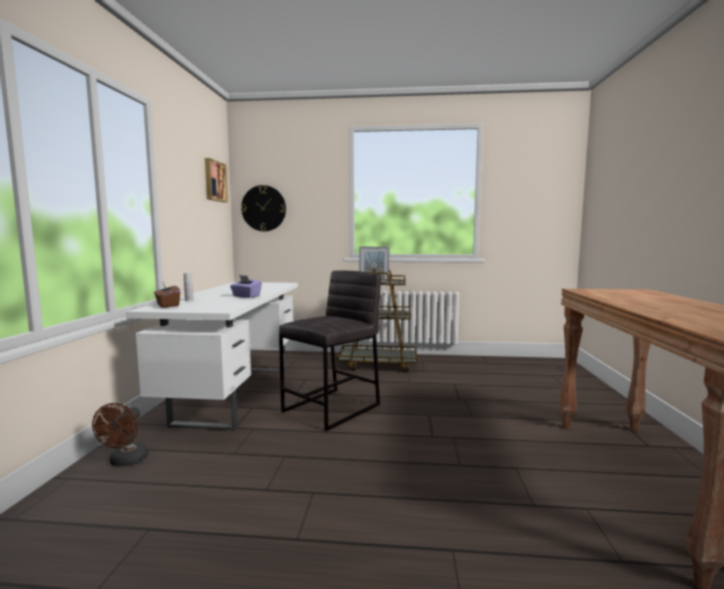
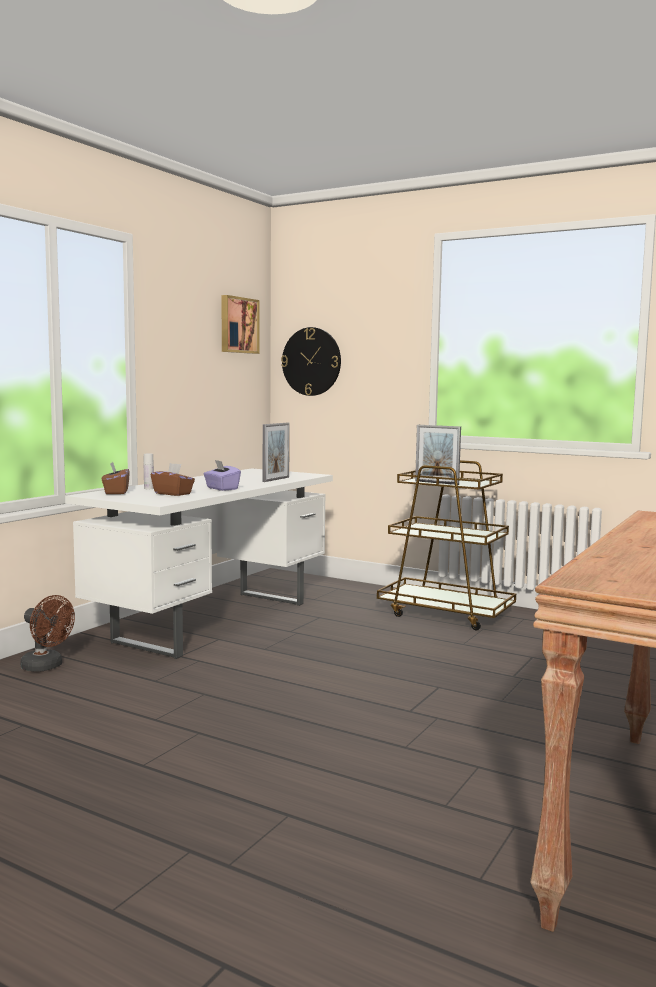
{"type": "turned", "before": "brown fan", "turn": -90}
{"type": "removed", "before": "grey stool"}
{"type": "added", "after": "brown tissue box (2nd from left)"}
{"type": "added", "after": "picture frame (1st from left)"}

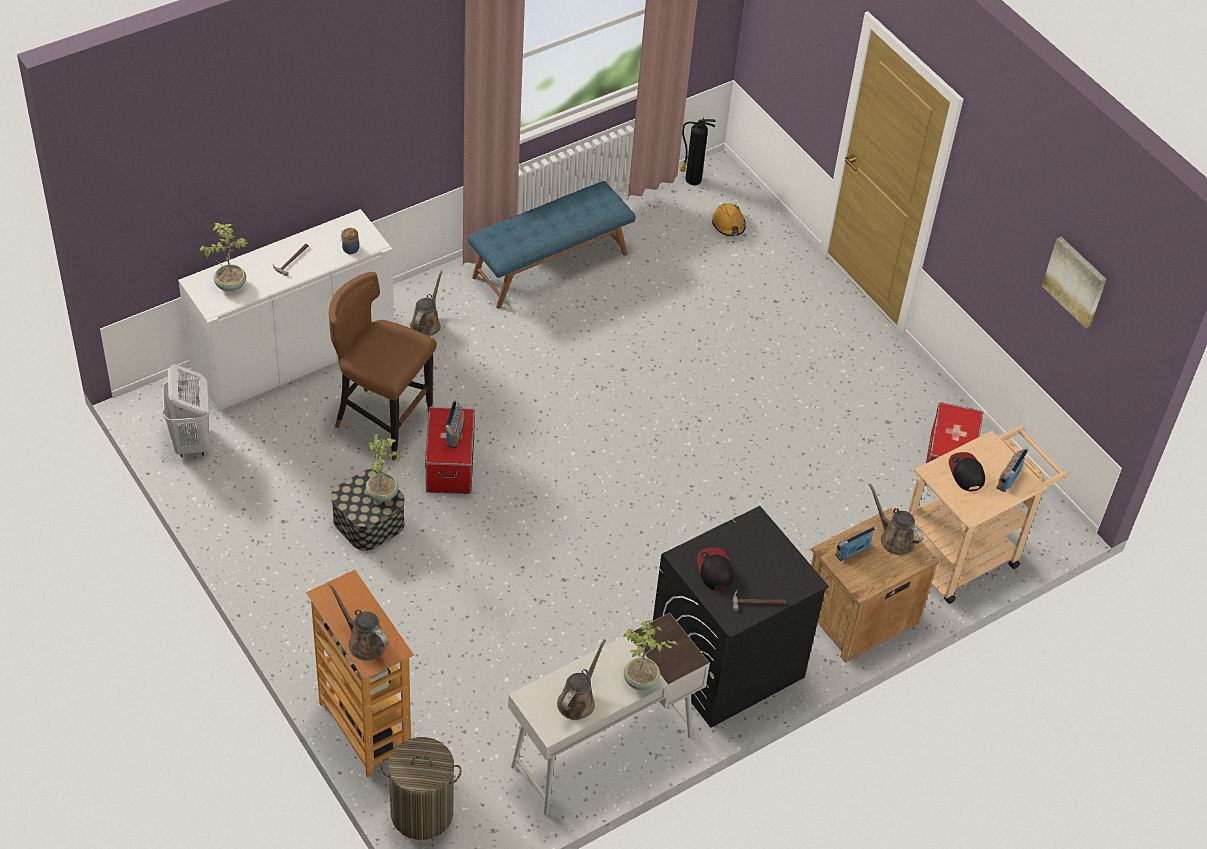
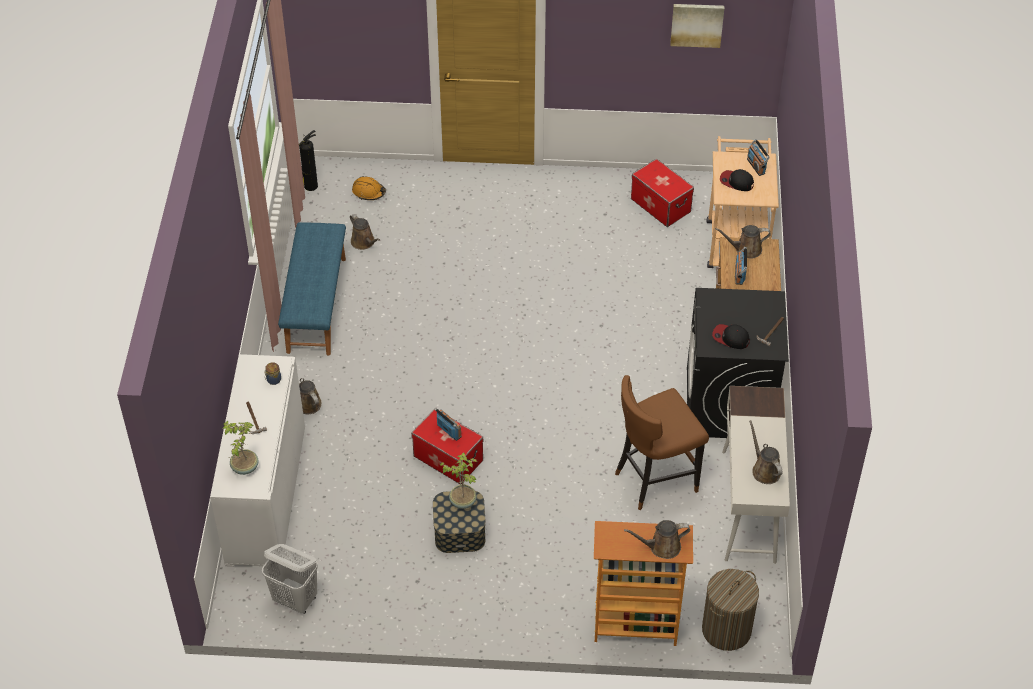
{"type": "moved", "before": "brown stool"}
{"type": "removed", "before": "potted plant (3rd from left)"}
{"type": "added", "after": "brown watering can (2nd from left)"}

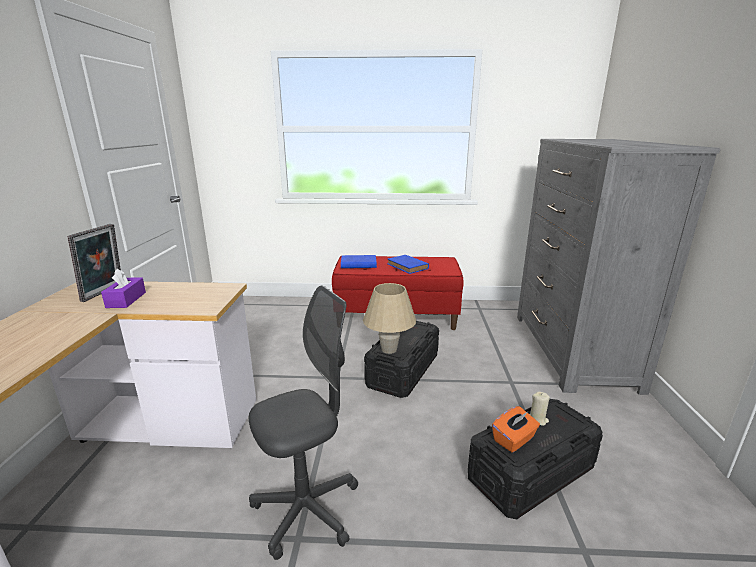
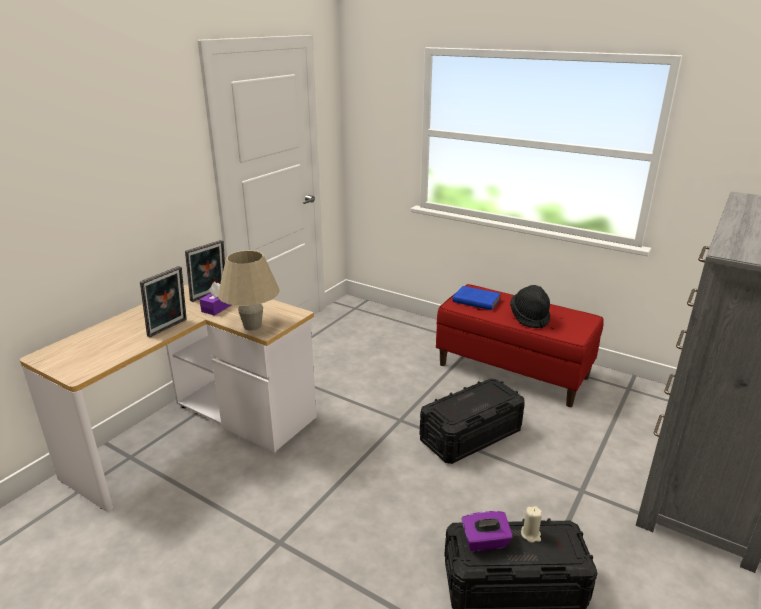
{"type": "removed", "before": "grey office chair"}
{"type": "moved", "before": "beige table lamp"}
{"type": "replaced", "before": "blue book (2nd from left)", "after": "black hat"}
{"type": "recoloured", "before": "orange tissue box", "after": "purple tissue box (2nd from left)"}
{"type": "added", "after": "picture frame (1st from left)"}

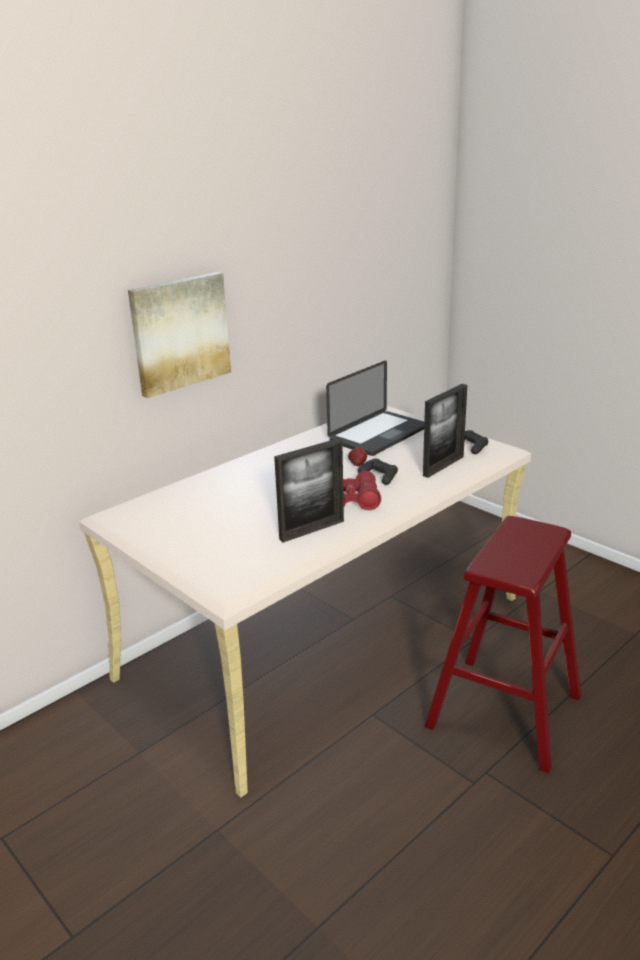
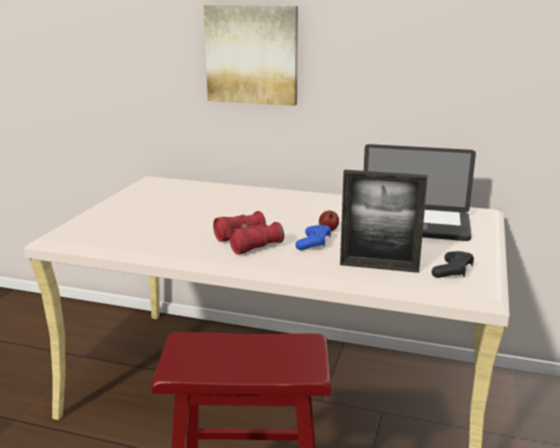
{"type": "removed", "before": "picture frame (1st from left)"}
{"type": "recoloured", "before": "black game controller (1st from left)", "after": "blue game controller"}

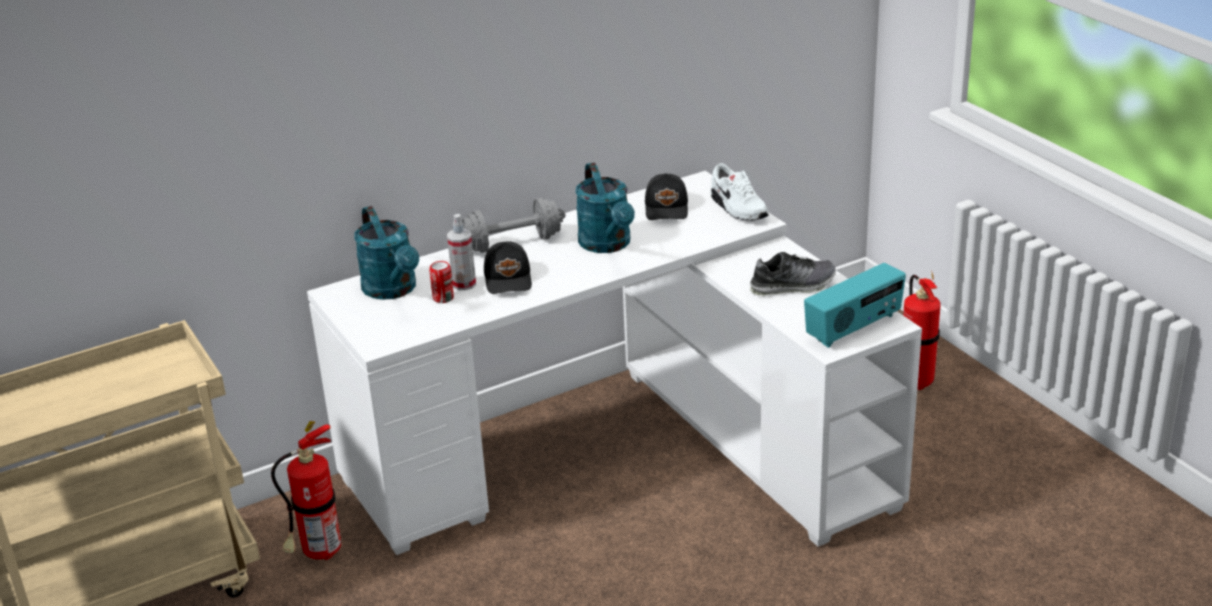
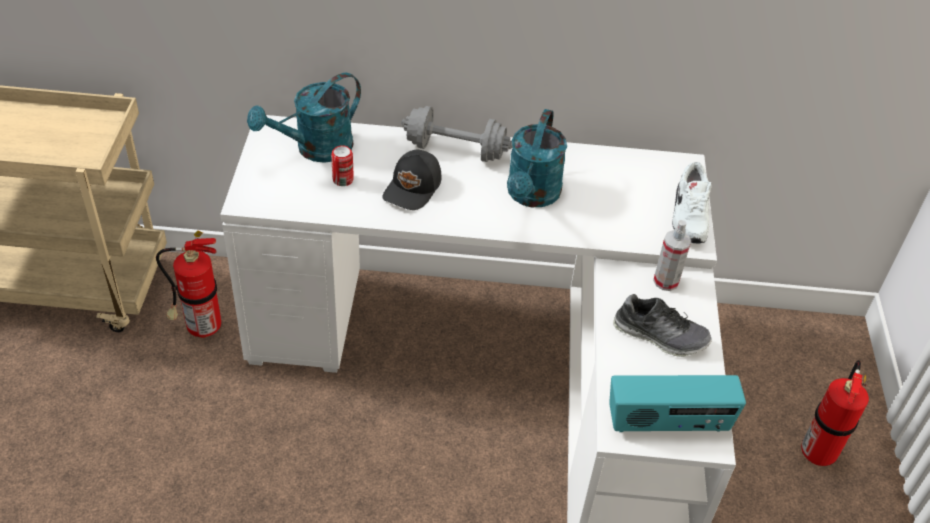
{"type": "turned", "before": "turquoise watering can (1st from left)", "turn": 45}
{"type": "moved", "before": "spray bottle"}
{"type": "removed", "before": "black cap (2nd from left)"}

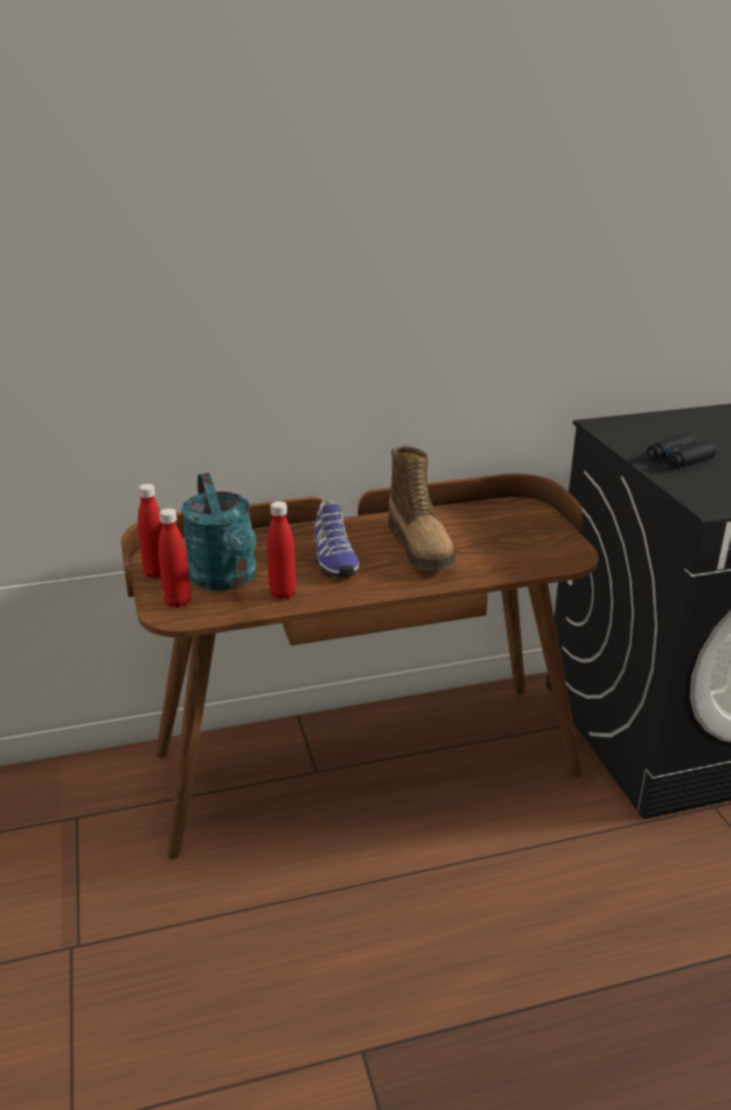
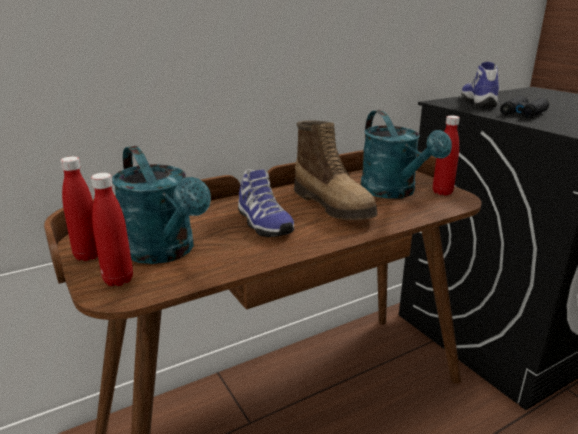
{"type": "moved", "before": "red bottle (3rd from left)"}
{"type": "added", "after": "turquoise watering can (2nd from left)"}
{"type": "added", "after": "shoe (2nd from left)"}

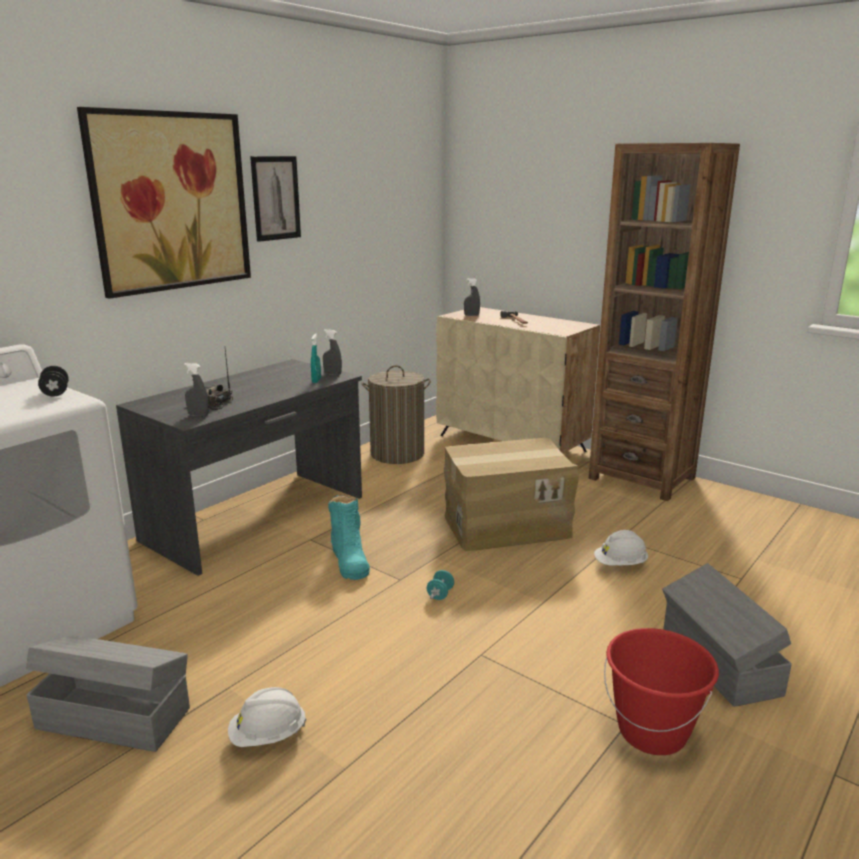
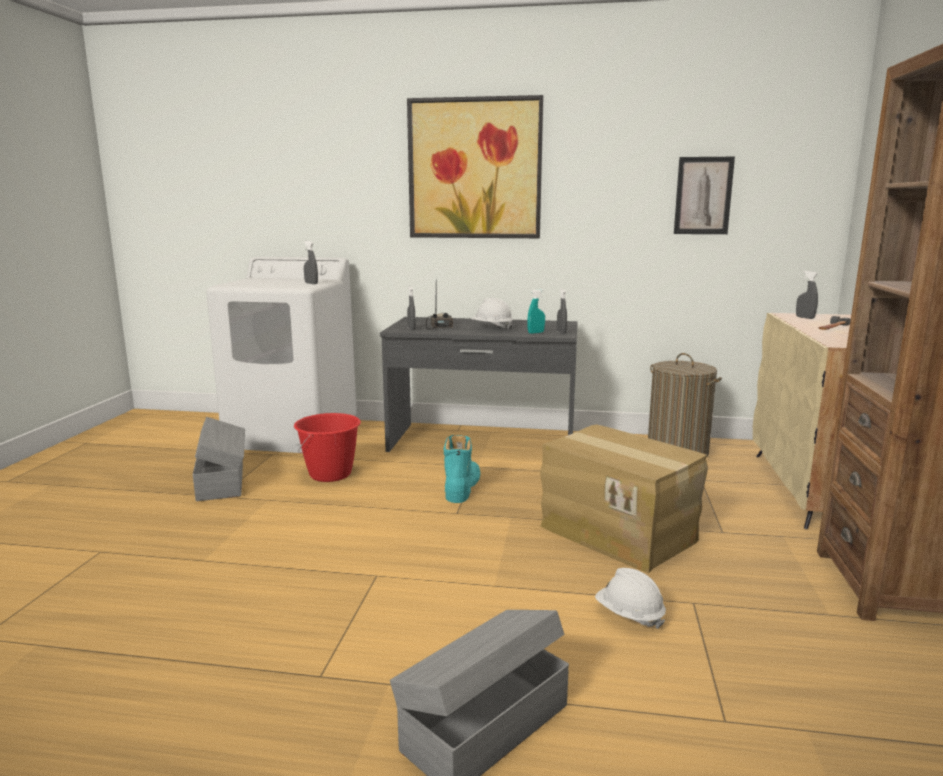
{"type": "replaced", "before": "black dumbbell", "after": "grey spray bottle (1st from left)"}
{"type": "moved", "before": "white hard hat (1st from left)"}
{"type": "moved", "before": "picture (2nd from left)"}
{"type": "turned", "before": "turquoise boot", "turn": 150}
{"type": "removed", "before": "turquoise dumbbell"}
{"type": "moved", "before": "red bucket"}

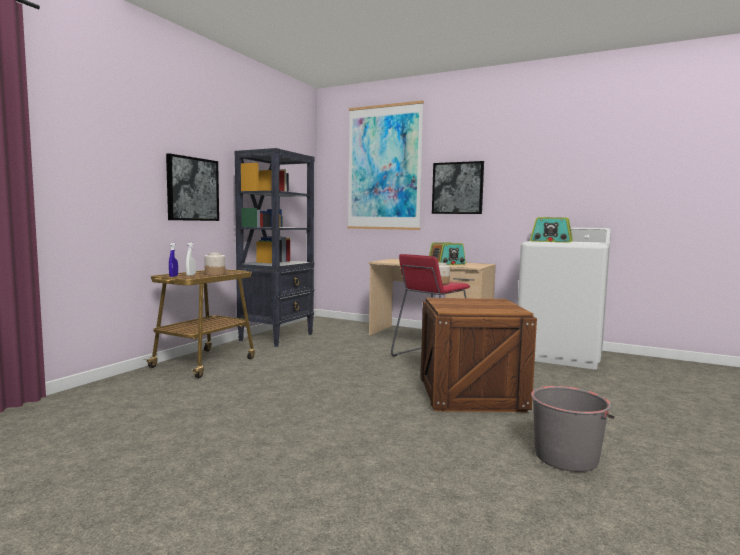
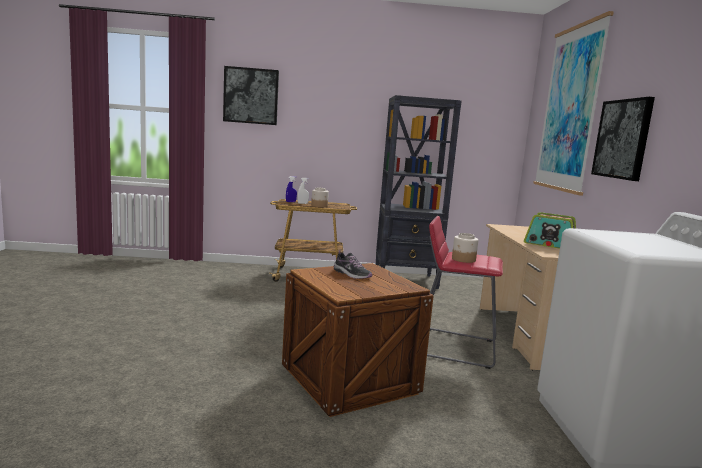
{"type": "moved", "before": "picture (1st from left)"}
{"type": "removed", "before": "radio (2nd from left)"}
{"type": "removed", "before": "grey bucket"}
{"type": "added", "after": "shoe"}

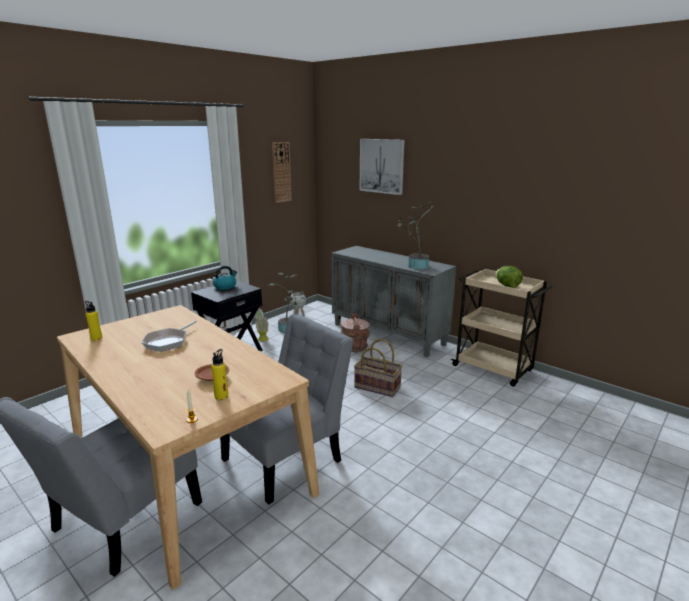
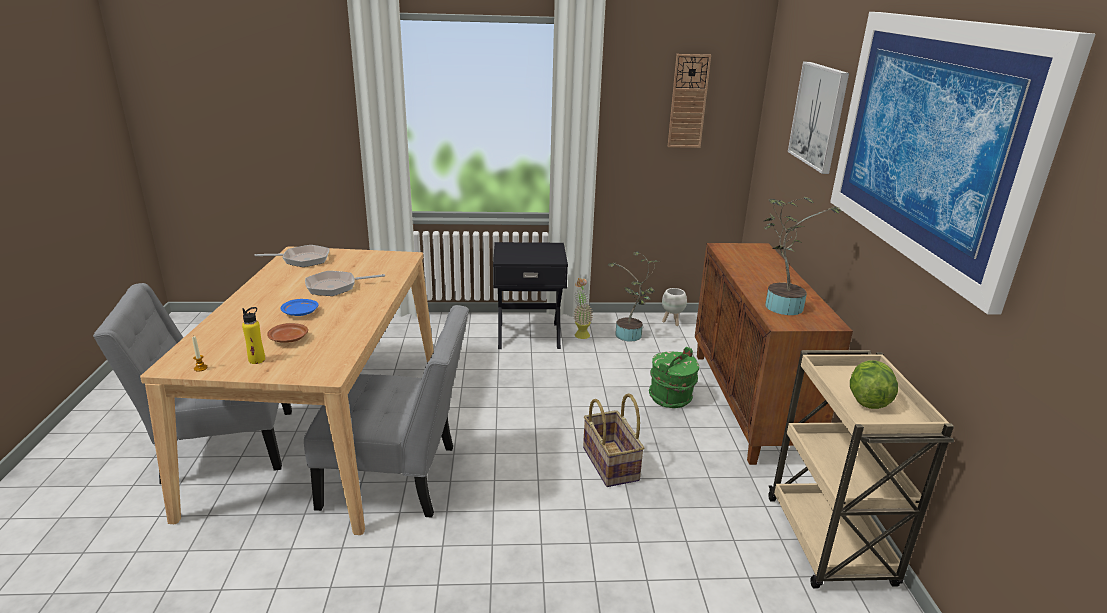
{"type": "replaced", "before": "yellow bottle (1st from left)", "after": "frying pan (1st from left)"}
{"type": "removed", "before": "kettle"}
{"type": "recoloured", "before": "grey cabinet", "after": "brown cabinet"}
{"type": "recoloured", "before": "brown bucket", "after": "green bucket"}
{"type": "added", "after": "blue plate"}
{"type": "added", "after": "picture (2nd from left)"}

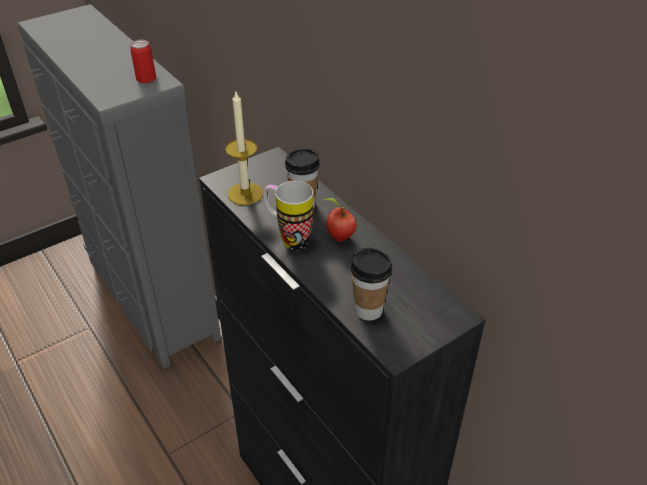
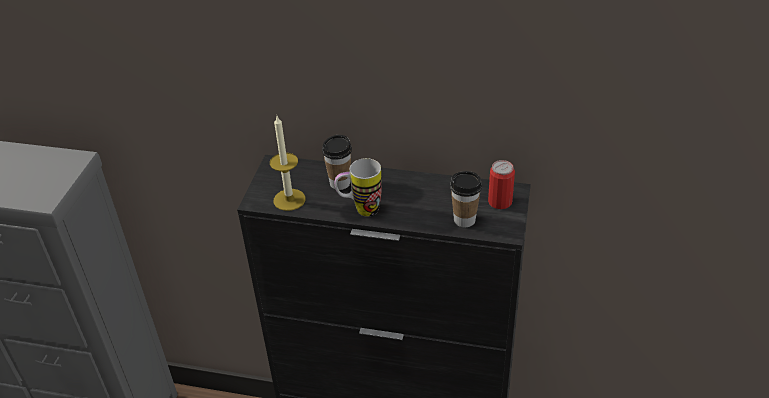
{"type": "moved", "before": "can"}
{"type": "removed", "before": "apple"}

